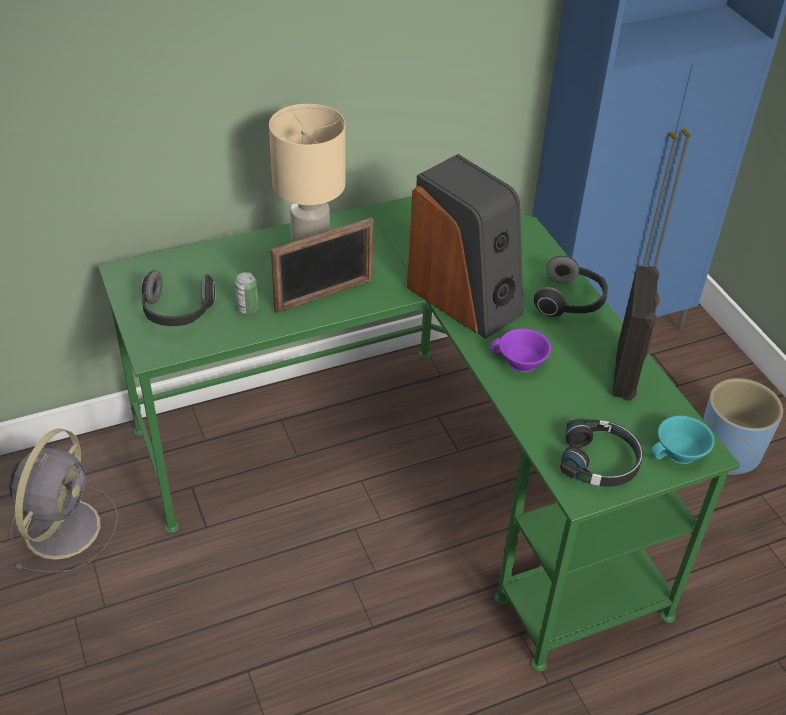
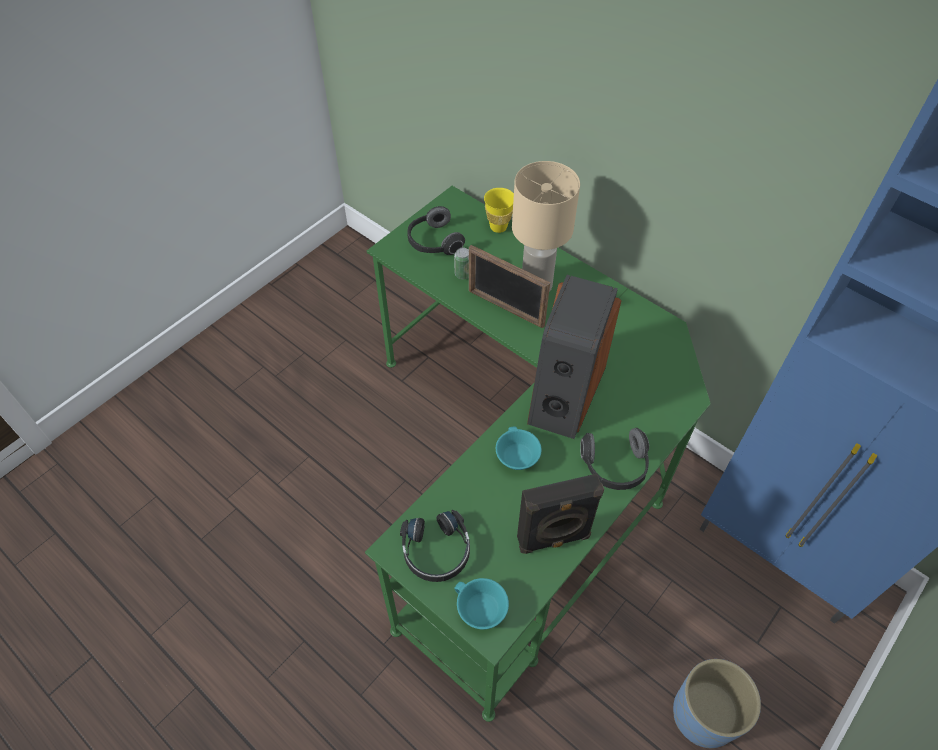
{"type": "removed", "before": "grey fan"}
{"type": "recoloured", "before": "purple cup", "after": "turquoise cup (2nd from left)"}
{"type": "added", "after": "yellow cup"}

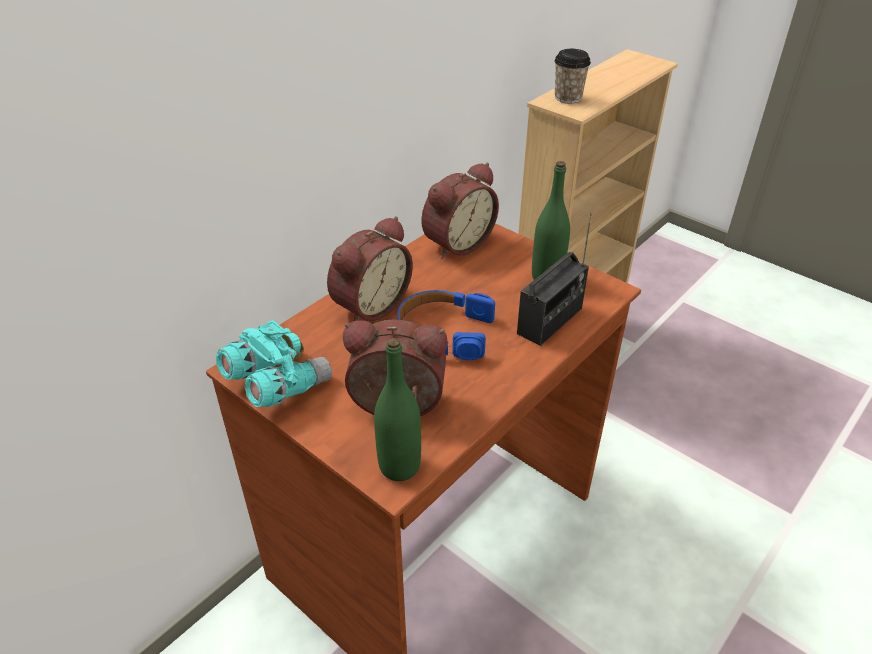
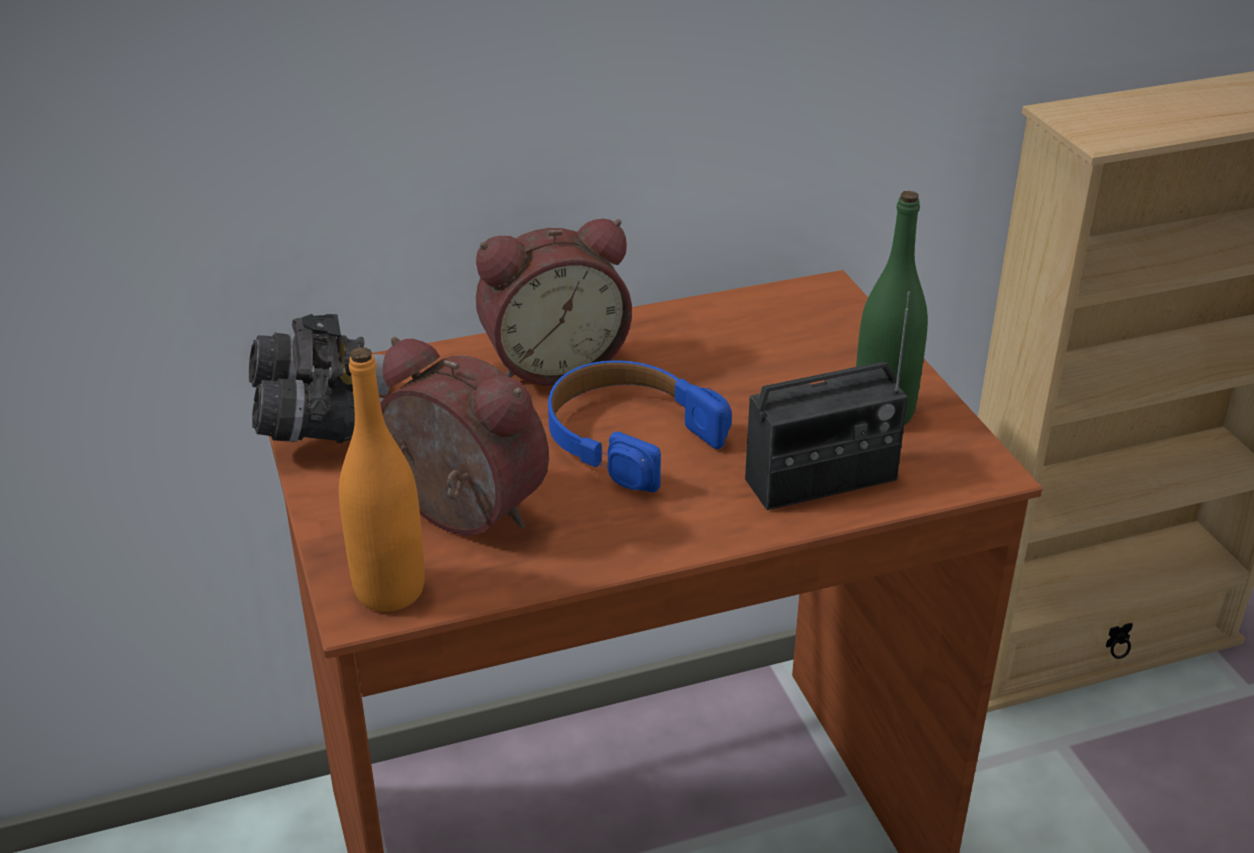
{"type": "recoloured", "before": "turquoise binoculars", "after": "grey binoculars"}
{"type": "recoloured", "before": "green bottle (1st from left)", "after": "orange bottle"}
{"type": "removed", "before": "alarm clock (3rd from left)"}
{"type": "removed", "before": "cup"}

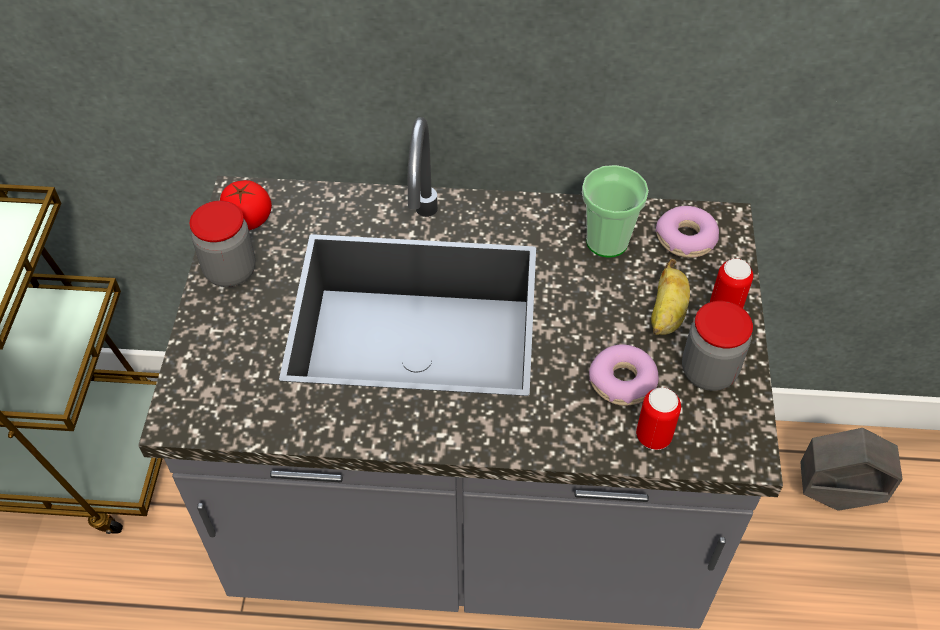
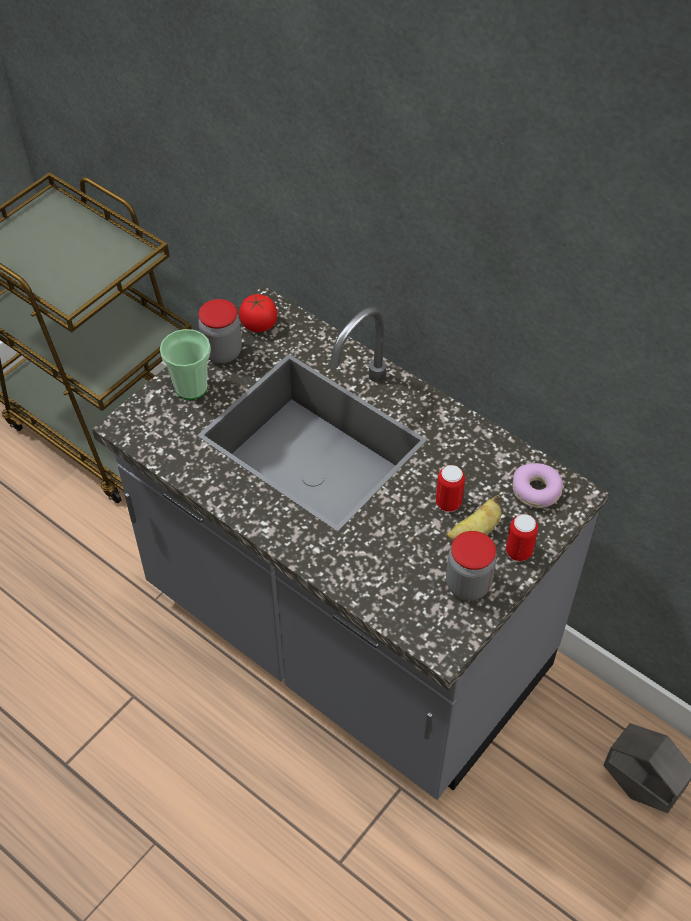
{"type": "moved", "before": "cup"}
{"type": "removed", "before": "donut (1st from left)"}
{"type": "moved", "before": "can (1st from left)"}

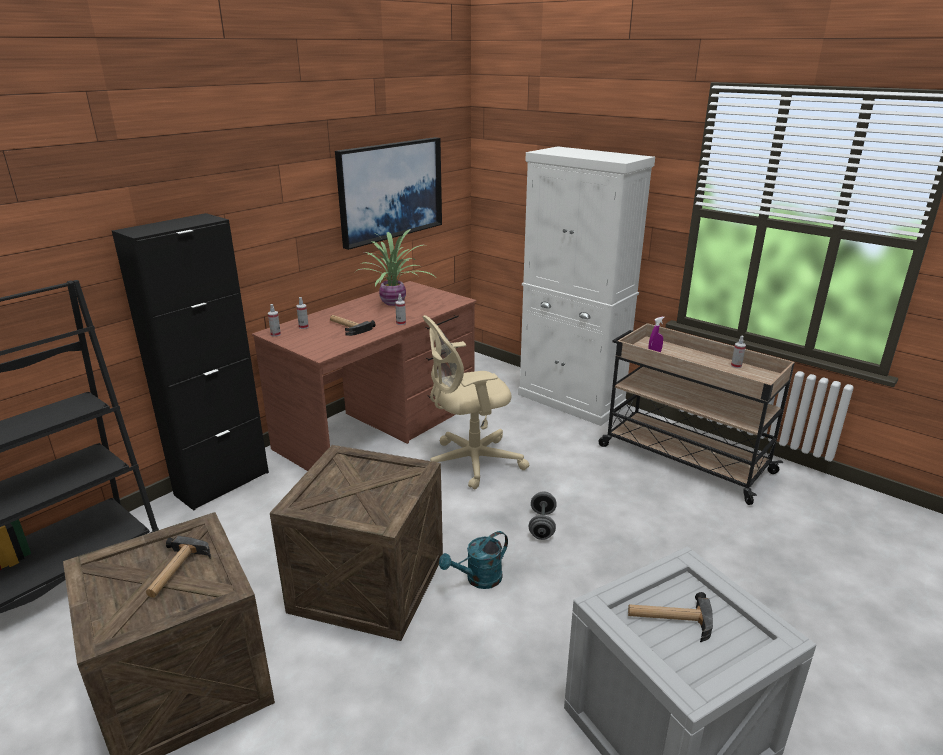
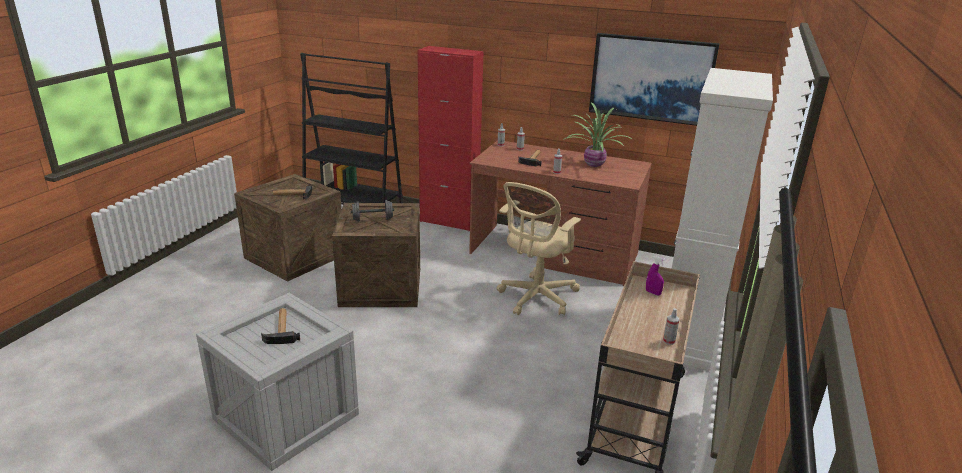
{"type": "recoloured", "before": "black cabinet", "after": "red cabinet"}
{"type": "turned", "before": "beige office chair", "turn": -105}
{"type": "removed", "before": "turquoise watering can"}
{"type": "moved", "before": "grey dumbbell"}

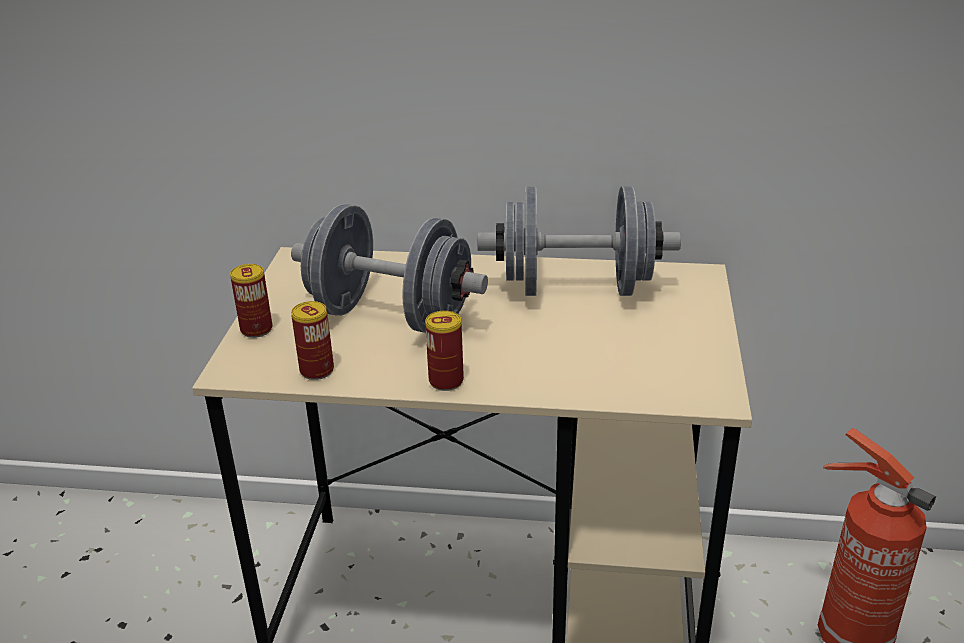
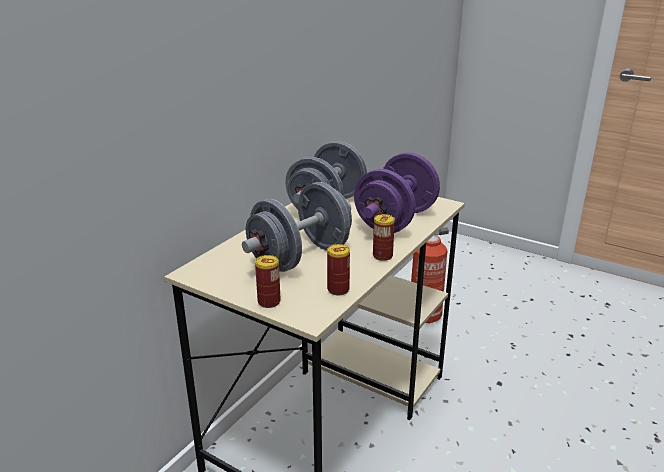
{"type": "added", "after": "purple dumbbell"}

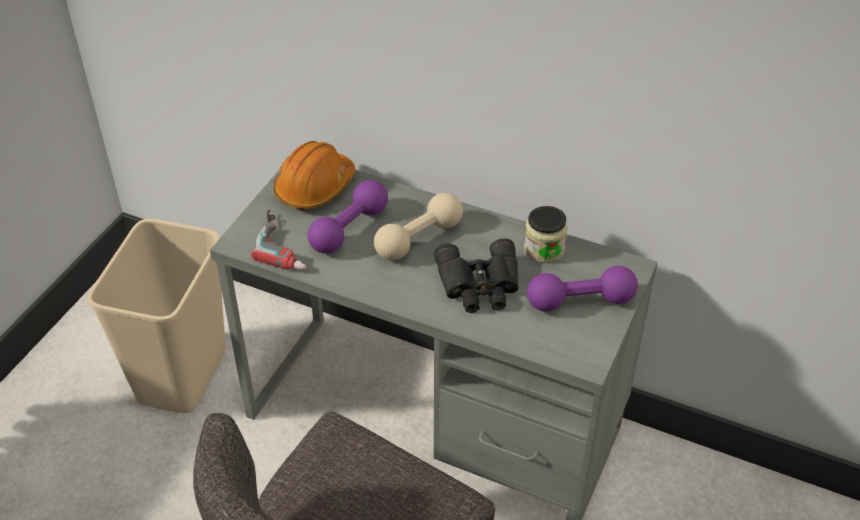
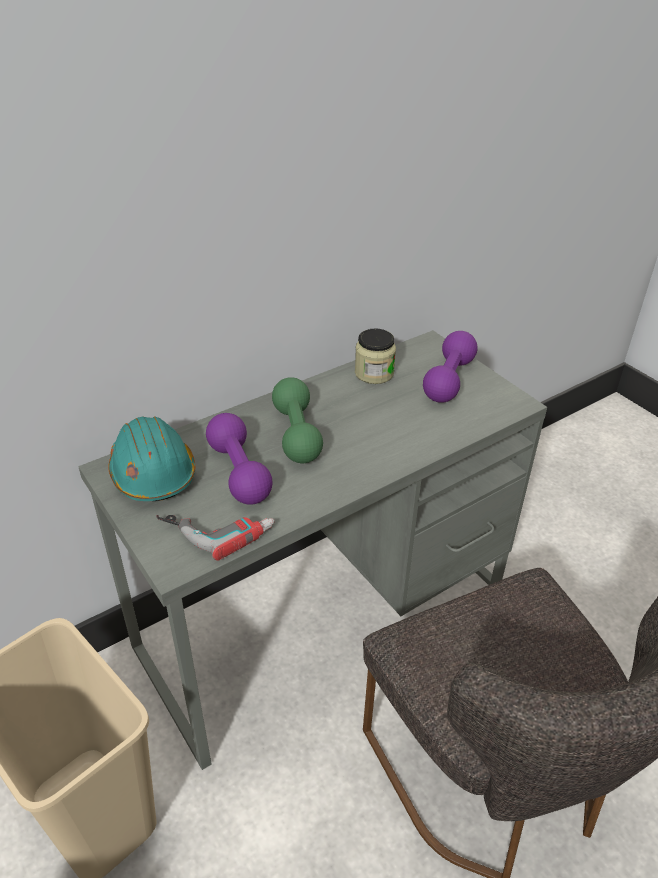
{"type": "recoloured", "before": "orange hard hat", "after": "turquoise hard hat"}
{"type": "recoloured", "before": "beige dumbbell", "after": "green dumbbell"}
{"type": "removed", "before": "black binoculars"}

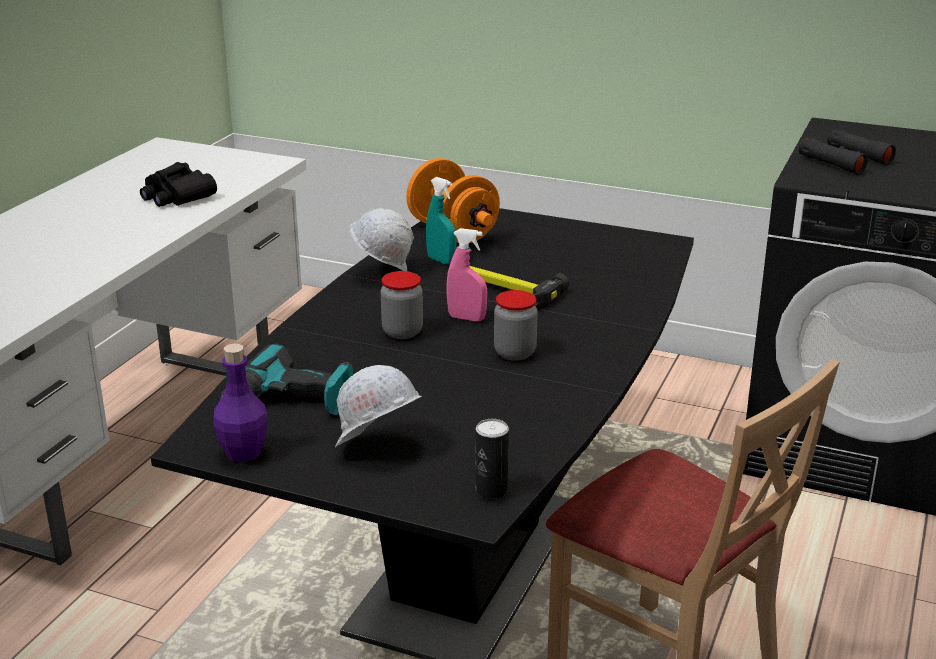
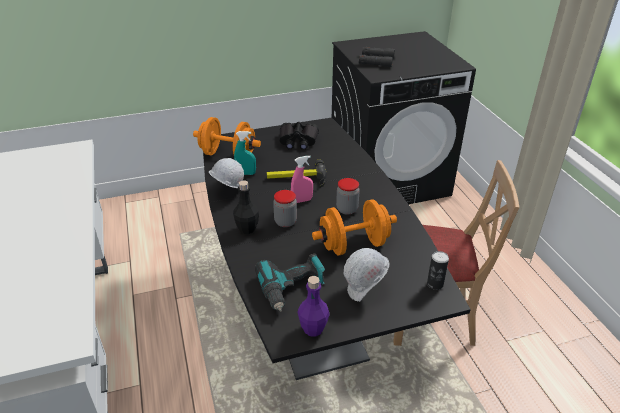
{"type": "moved", "before": "black binoculars (1st from left)"}
{"type": "added", "after": "black bottle"}
{"type": "added", "after": "orange dumbbell (2nd from left)"}

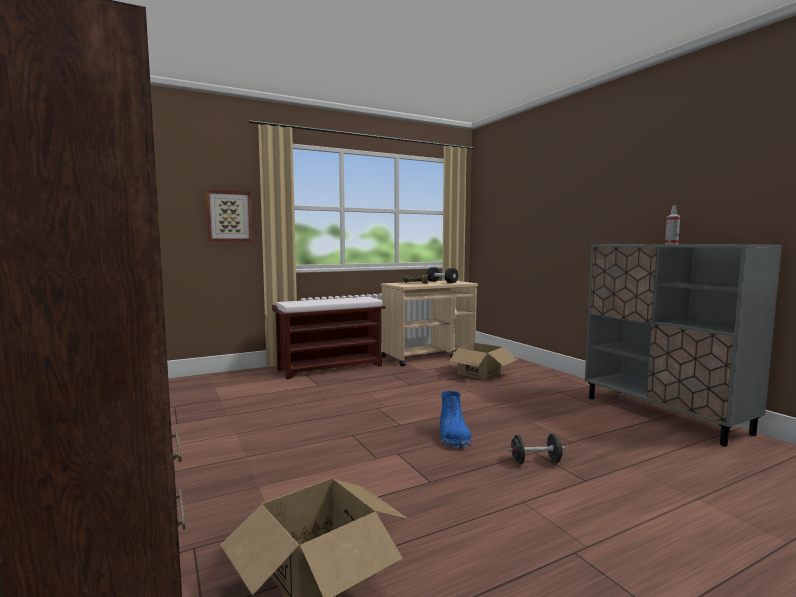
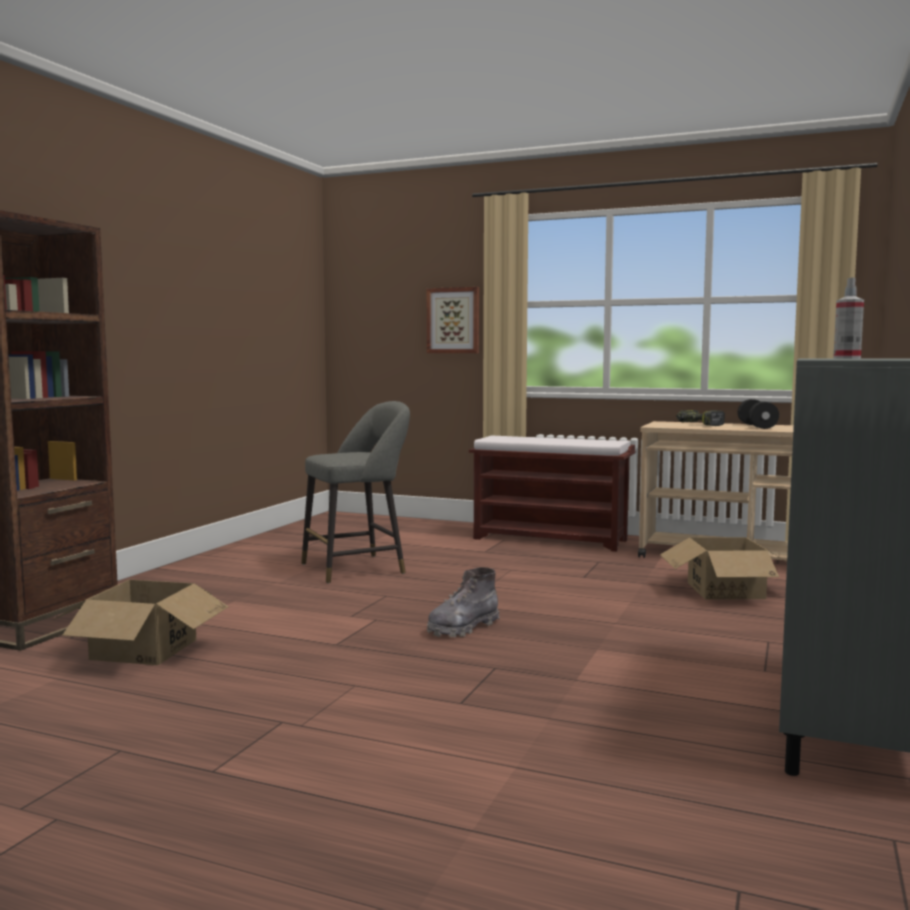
{"type": "recoloured", "before": "blue boot", "after": "grey boot"}
{"type": "removed", "before": "black dumbbell (2nd from left)"}
{"type": "added", "after": "grey stool"}

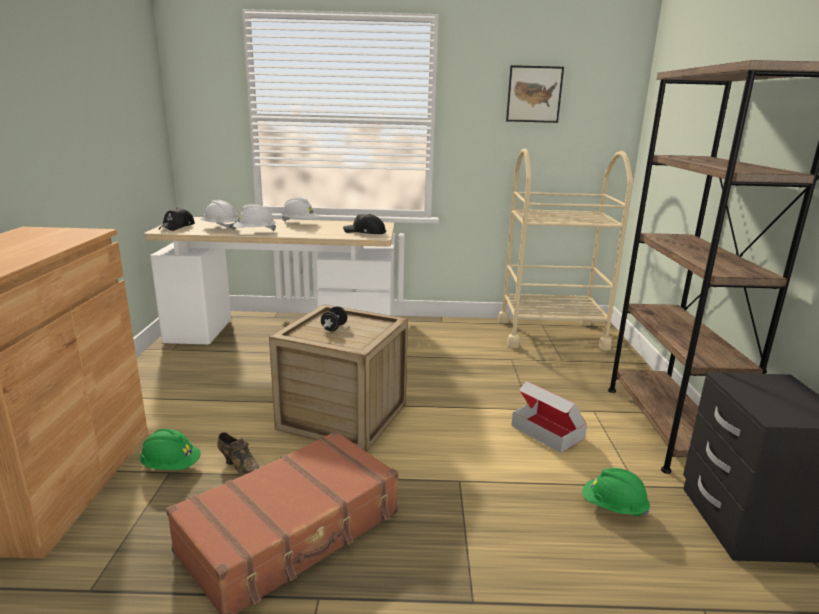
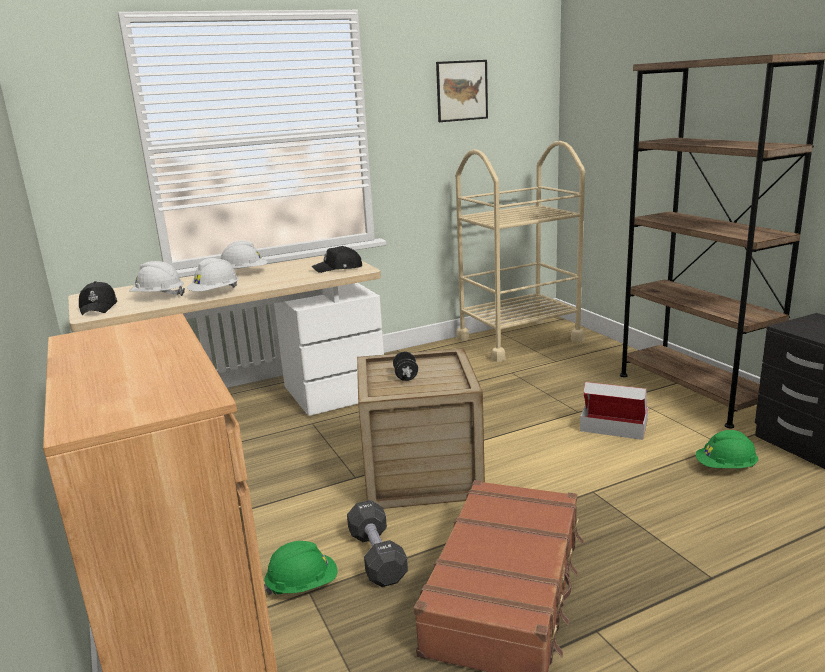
{"type": "replaced", "before": "brown shoe", "after": "black dumbbell (1st from left)"}

